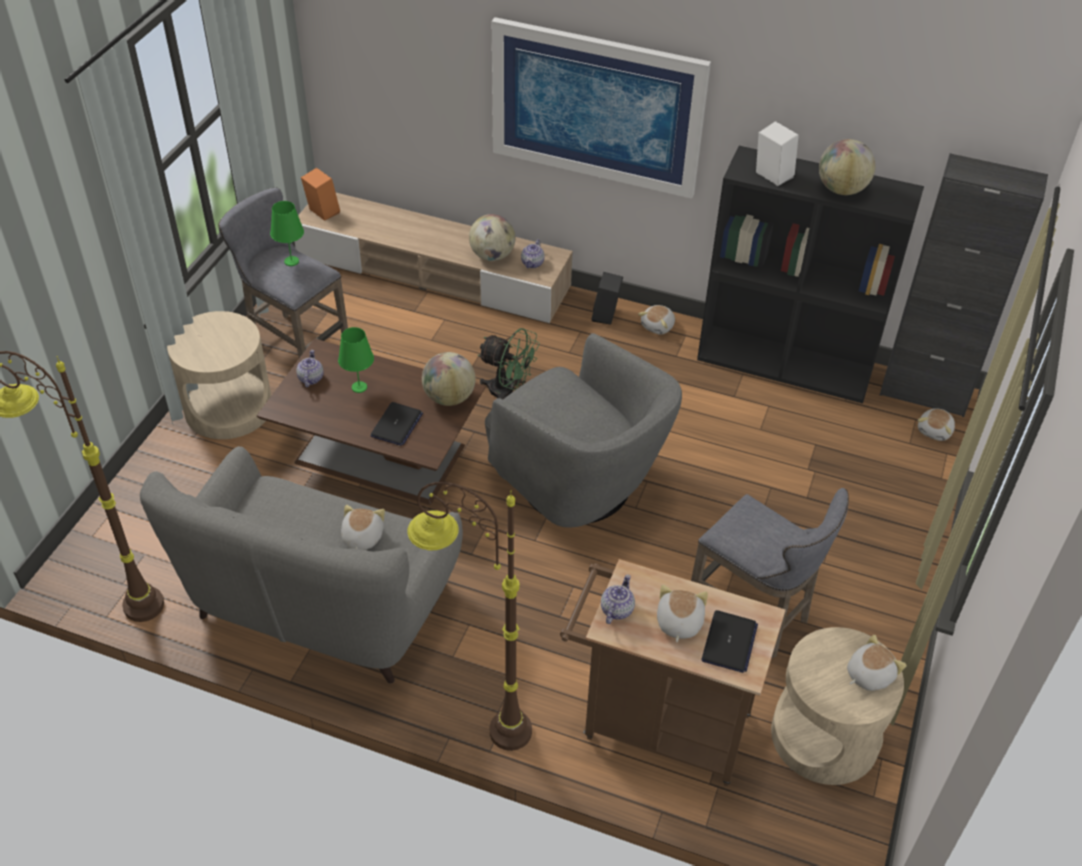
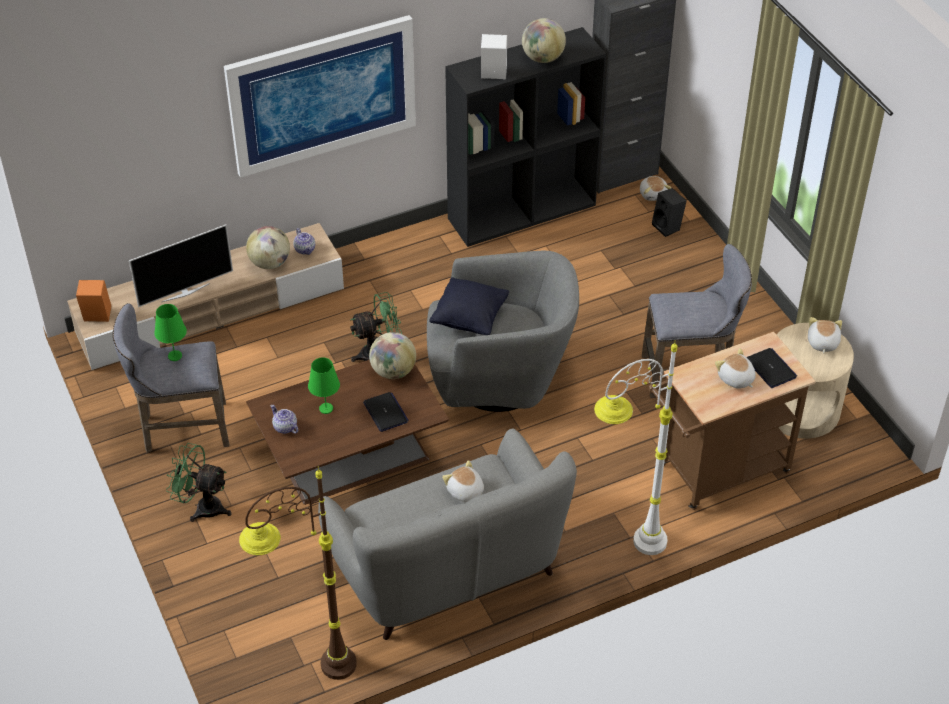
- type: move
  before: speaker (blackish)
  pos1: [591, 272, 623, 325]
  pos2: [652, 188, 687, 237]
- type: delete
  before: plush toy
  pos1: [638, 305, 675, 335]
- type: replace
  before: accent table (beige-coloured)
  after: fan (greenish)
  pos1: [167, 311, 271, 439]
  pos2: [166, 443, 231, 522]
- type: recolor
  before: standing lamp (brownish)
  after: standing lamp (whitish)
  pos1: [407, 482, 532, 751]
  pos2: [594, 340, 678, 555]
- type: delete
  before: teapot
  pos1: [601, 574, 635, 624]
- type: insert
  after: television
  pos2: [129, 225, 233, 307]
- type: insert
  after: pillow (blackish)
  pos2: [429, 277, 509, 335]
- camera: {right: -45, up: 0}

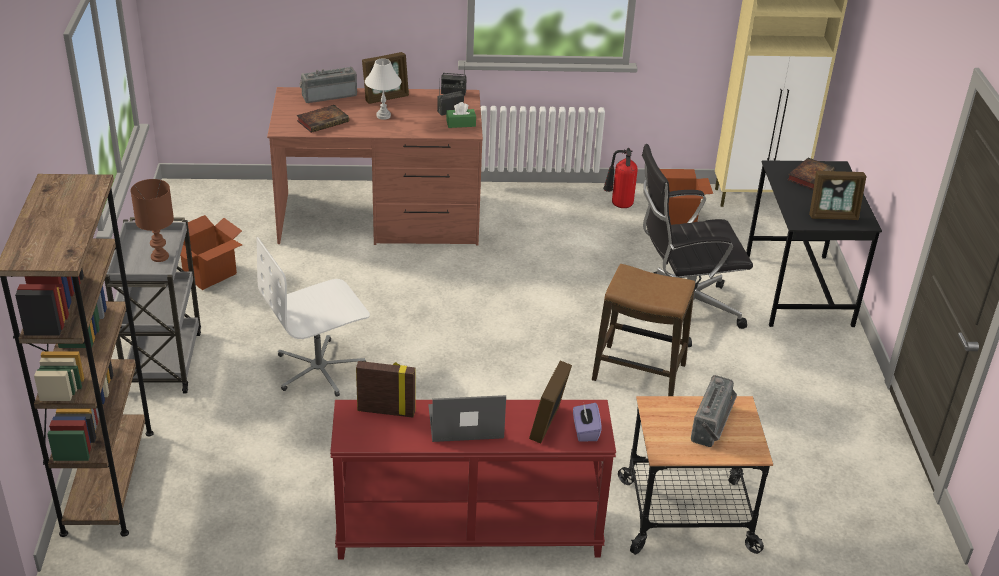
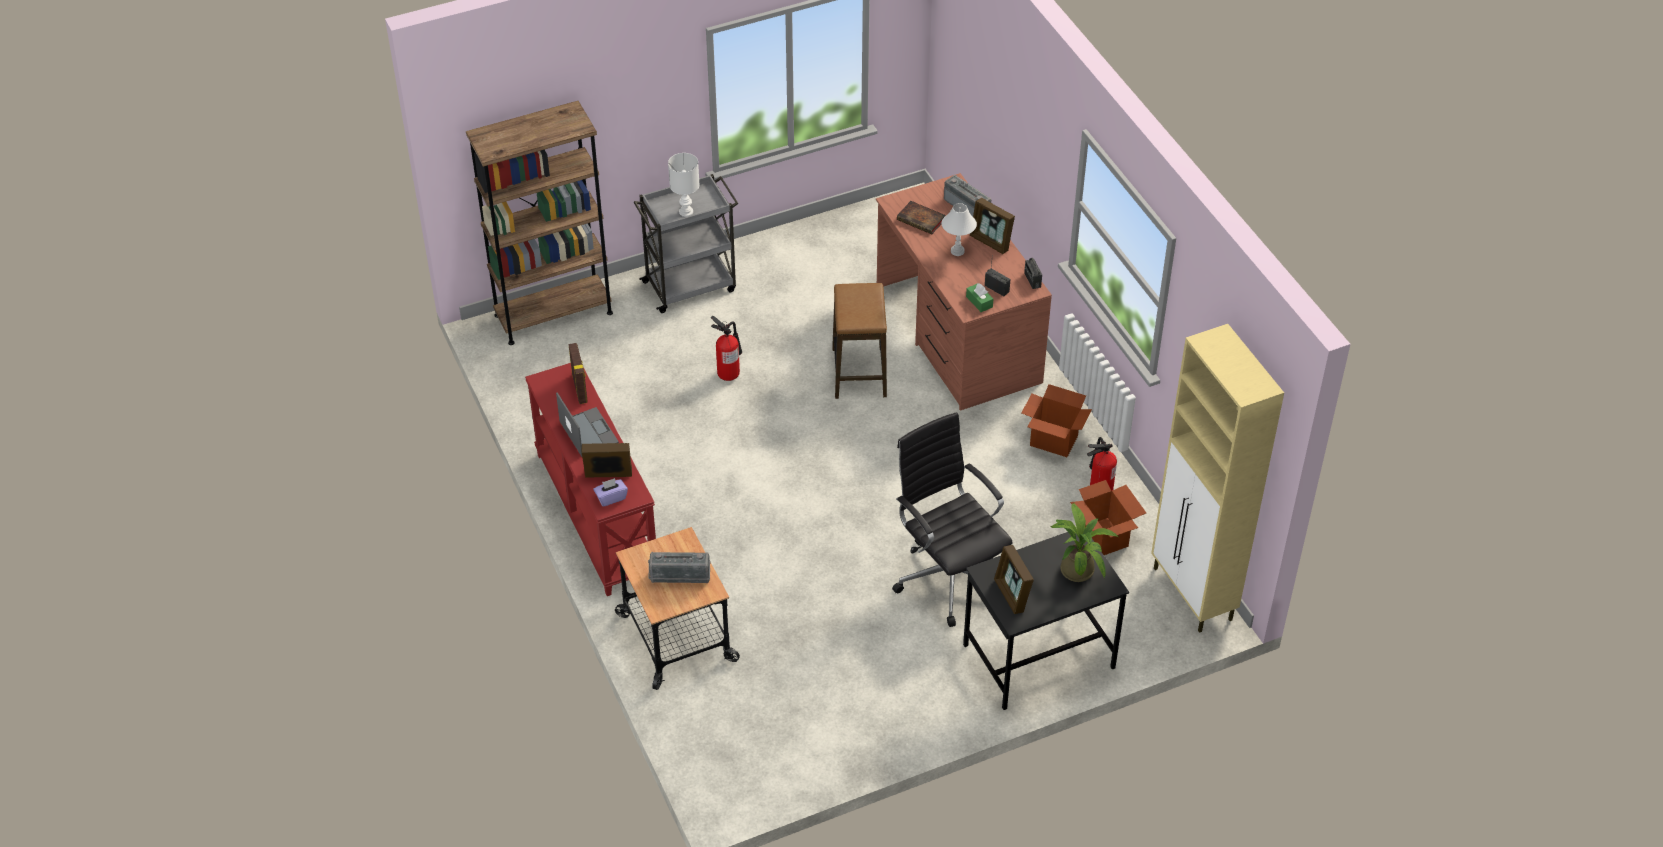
- type: replace
  before: volume
  after: potted plant
  pos1: [787, 158, 835, 189]
  pos2: [1050, 503, 1118, 582]
- type: recolor
  before: lamp for a table (brownish)
  after: lamp for a table (whitish)
  pos1: [130, 179, 174, 262]
  pos2: [668, 153, 700, 217]
- type: move
  before: carton
  pos1: [181, 215, 242, 290]
  pos2: [1022, 384, 1092, 457]
- type: replace
  before: desk chair (whitish)
  after: fire-fighting cylinder
  pos1: [257, 237, 370, 397]
  pos2: [711, 316, 742, 381]
- type: move
  before: sitting stool
  pos1: [592, 264, 695, 396]
  pos2: [832, 283, 887, 399]
- camera: {right: 70, up: 10}

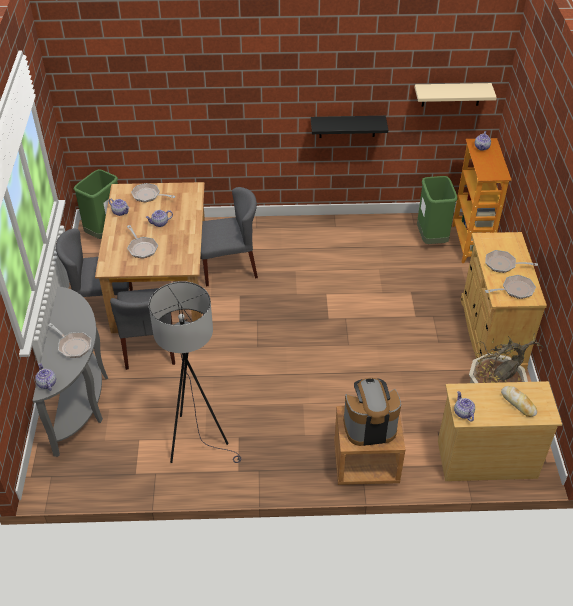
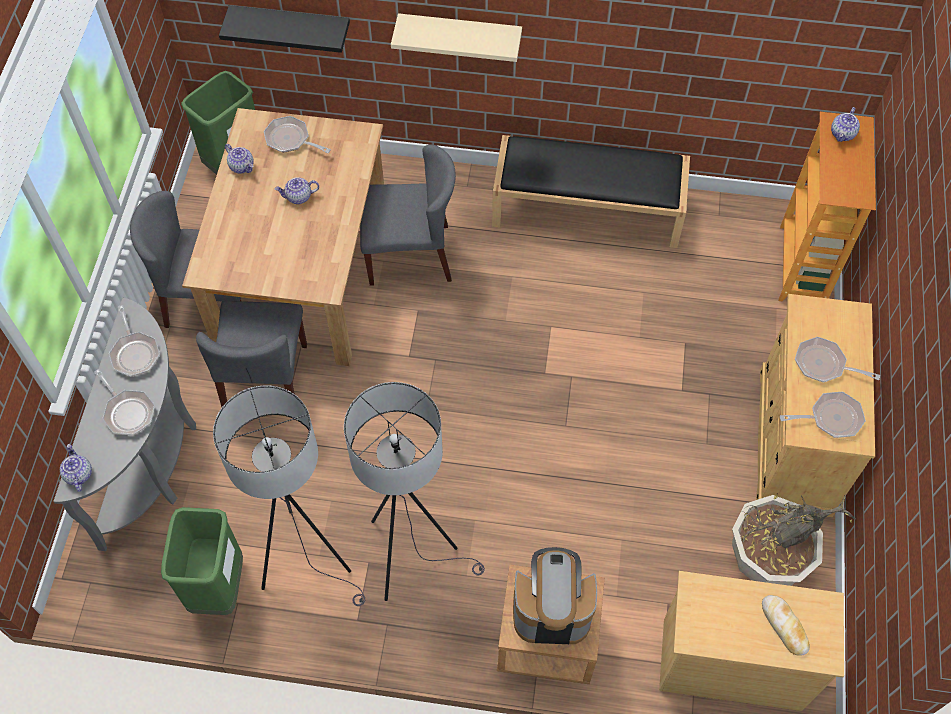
- type: move
  before: shelf (beige-coloured)
  pos1: [414, 83, 497, 107]
  pos2: [391, 13, 522, 62]
- type: move
  before: shelf (blackish)
  pos1: [311, 116, 388, 138]
  pos2: [219, 5, 350, 53]
- type: move
  before: waste bin (greenish)
  pos1: [417, 176, 458, 244]
  pos2: [161, 507, 243, 615]
- type: move
  before: skillet
  pos1: [127, 225, 158, 259]
  pos2: [109, 305, 160, 377]
- type: delete
  before: teapot
  pos1: [454, 391, 475, 422]
- type: insert
  after: bench (blackish)
  pos2: [492, 135, 690, 248]
- type: insert
  after: standing lamp (greyish)
  pos2: [344, 382, 485, 601]
- camera: {right: 10, up: 15}

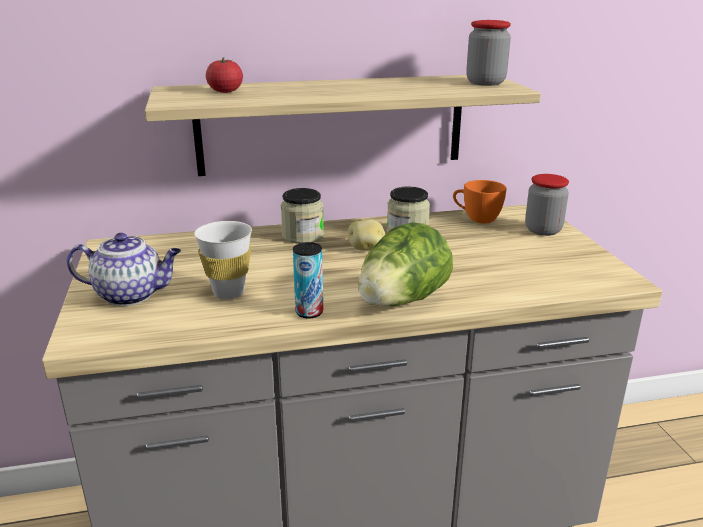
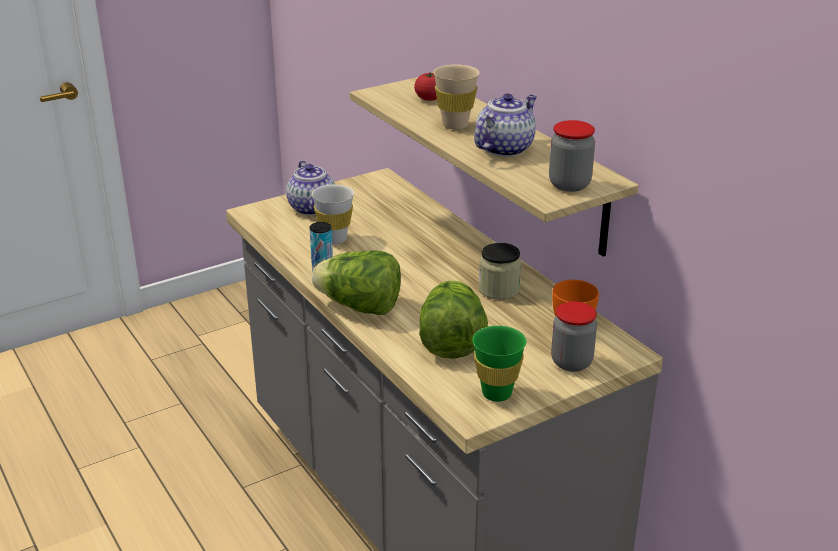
- type: delete
  before: jar
  pos1: [281, 188, 324, 244]
- type: delete
  before: spud
  pos1: [347, 219, 385, 250]
- type: insert
  after: cup (beige-coloured)
  pos2: [433, 65, 480, 130]
- type: insert
  after: teapot
  pos2: [474, 93, 537, 157]
- type: insert
  after: lettuce
  pos2: [419, 280, 488, 359]
- type: insert
  after: cup (greenish)
  pos2: [472, 326, 526, 402]
- camera: {right: 70, up: 5}

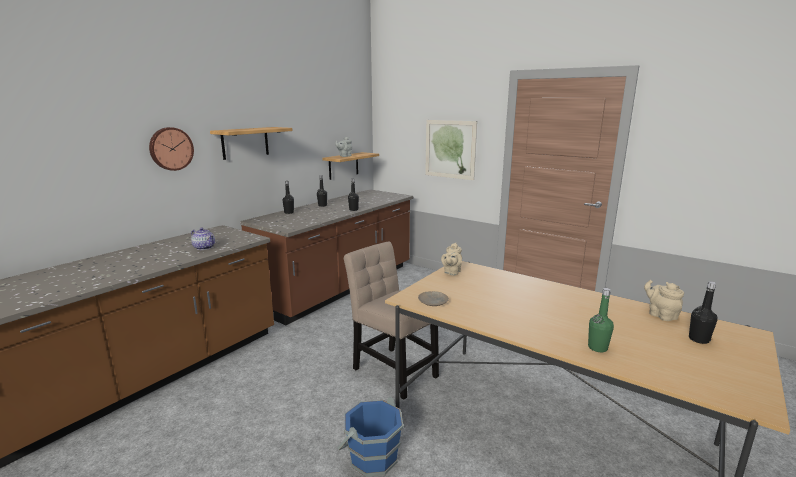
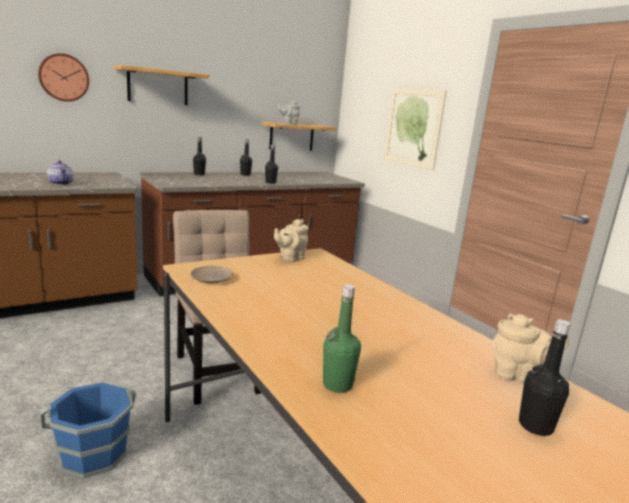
- type: rotate
  before: teapot (beige-coloured)
  pos1: [644, 280, 684, 321]
  pos2: [492, 314, 569, 382]
  turn: 105
- camera: {right: 20, up: 0}

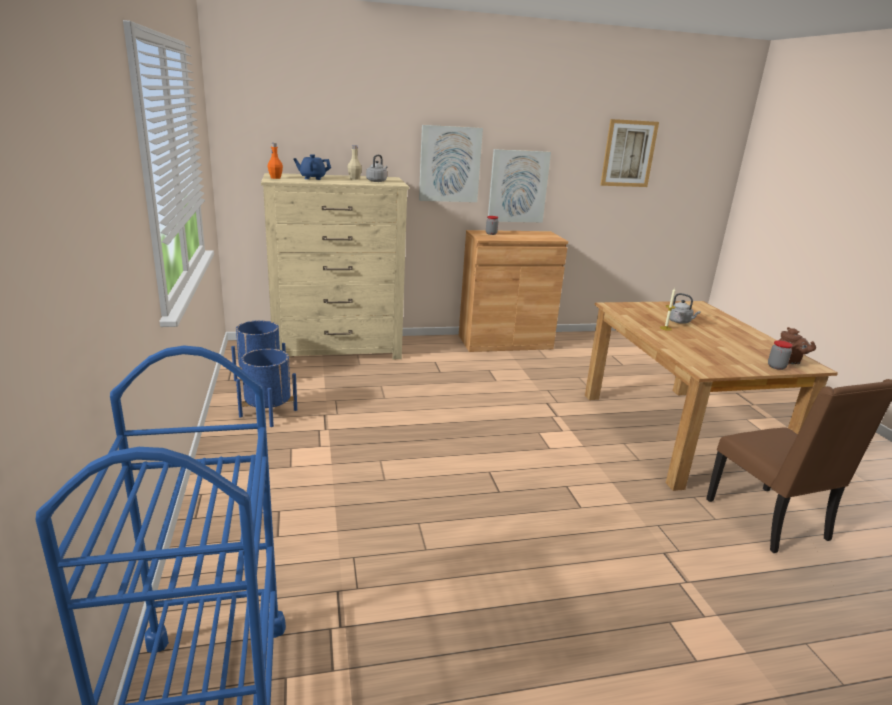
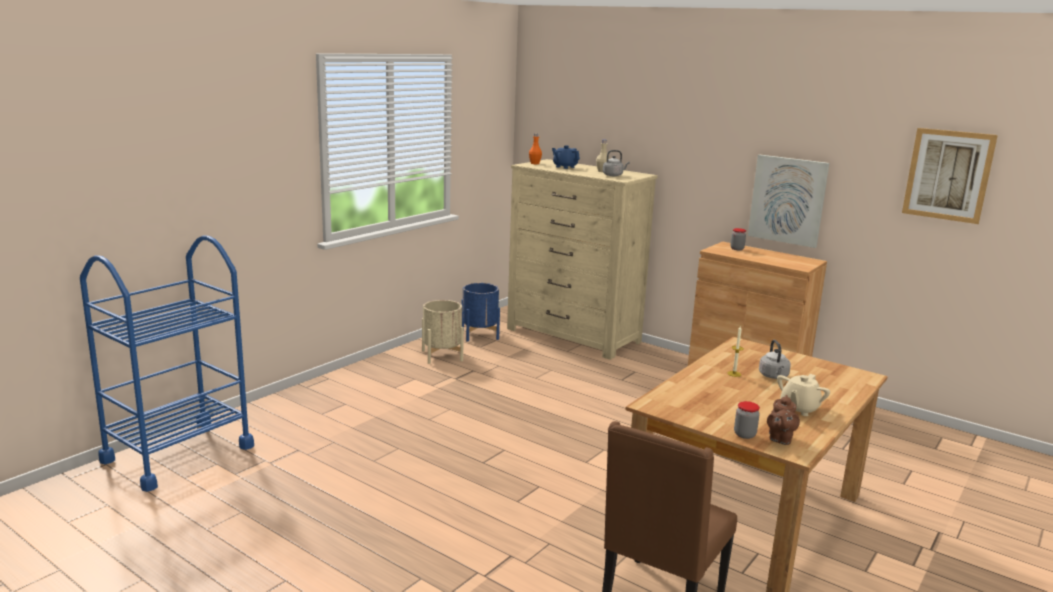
- type: delete
  before: picture
  pos1: [419, 125, 483, 202]
- type: recolor
  before: plant pot (blue-coloured)
  after: plant pot (beige-coloured)
  pos1: [236, 349, 297, 427]
  pos2: [422, 300, 464, 364]
- type: insert
  after: teapot (beige-coloured)
  pos2: [777, 374, 830, 416]
- camera: {right: 50, up: -5}

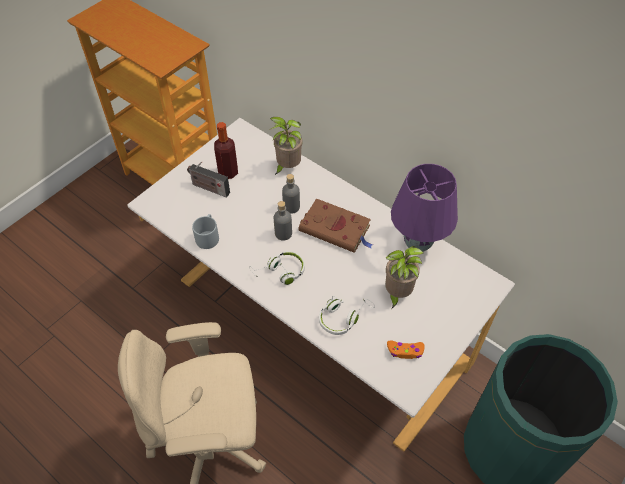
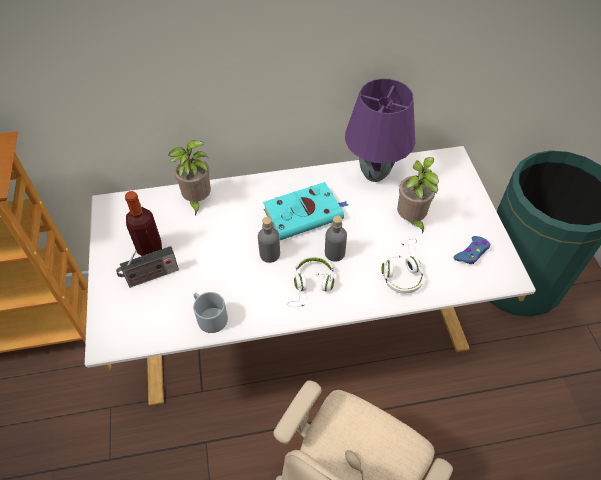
- type: move
  before: beverage bottle (greyish)
  pos1: [282, 174, 300, 214]
  pos2: [325, 216, 347, 262]
- type: recolor
  before: volume (brownish)
  after: volume (turquoise-coloured)
  pos1: [299, 198, 373, 253]
  pos2: [263, 182, 348, 240]
- type: recolor
  before: gamepad (orangey)
  after: gamepad (blue-coloured)
  pos1: [387, 341, 424, 359]
  pos2: [453, 236, 490, 264]
- camera: {right: -50, up: 0}

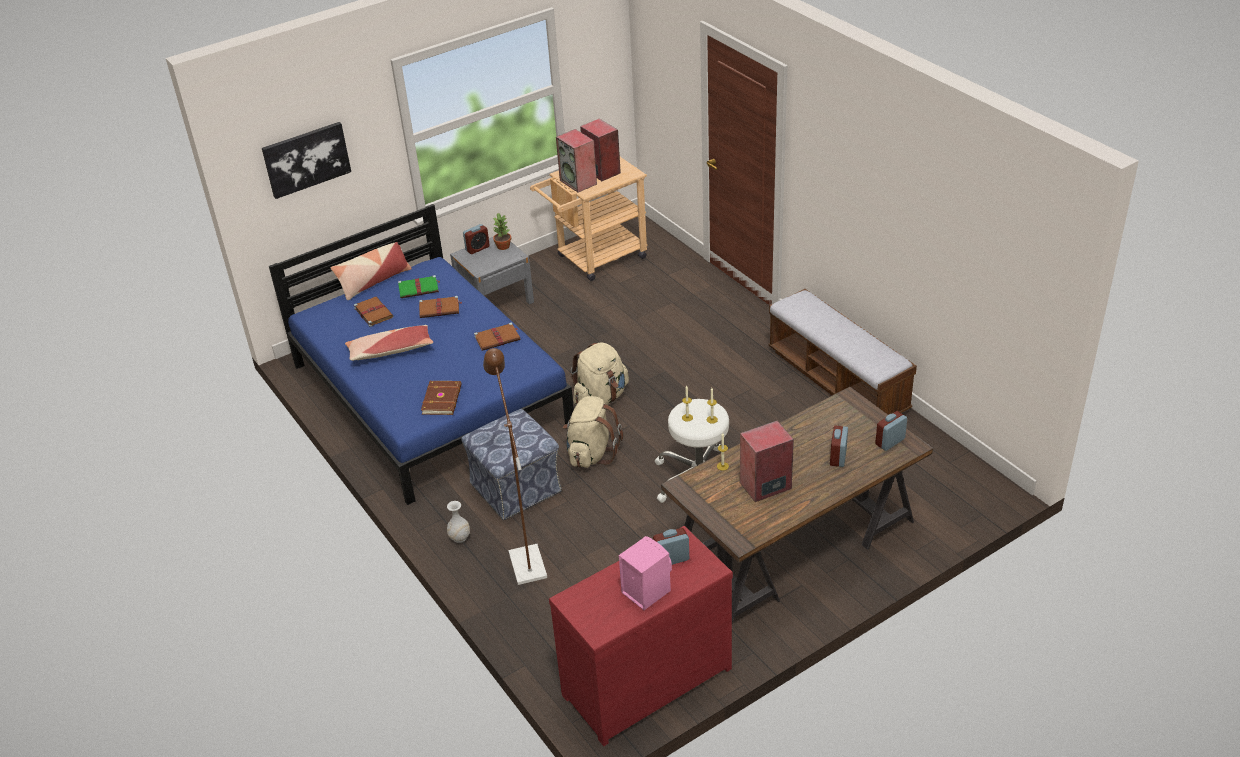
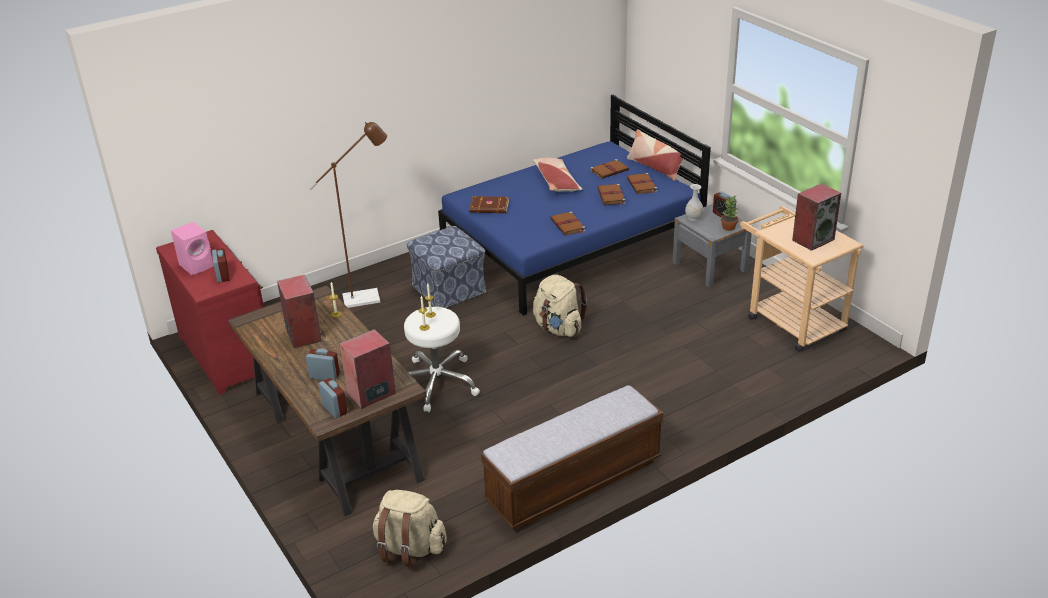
- type: delete
  before: picture
  pos1: [262, 122, 351, 199]
- type: move
  before: speaker
  pos1: [556, 129, 597, 192]
  pos2: [339, 329, 396, 409]
- type: recolor
  before: volume (greenish)
  after: volume (brownish)
  pos1: [398, 275, 440, 298]
  pos2: [627, 173, 658, 194]
- type: move
  before: rucksack (beige-coloured)
  pos1: [563, 396, 623, 468]
  pos2: [372, 490, 447, 567]
- type: move
  before: vase (whitish)
  pos1: [447, 501, 470, 543]
  pos2: [685, 184, 704, 221]
- camera: {right: 90, up: -5}

